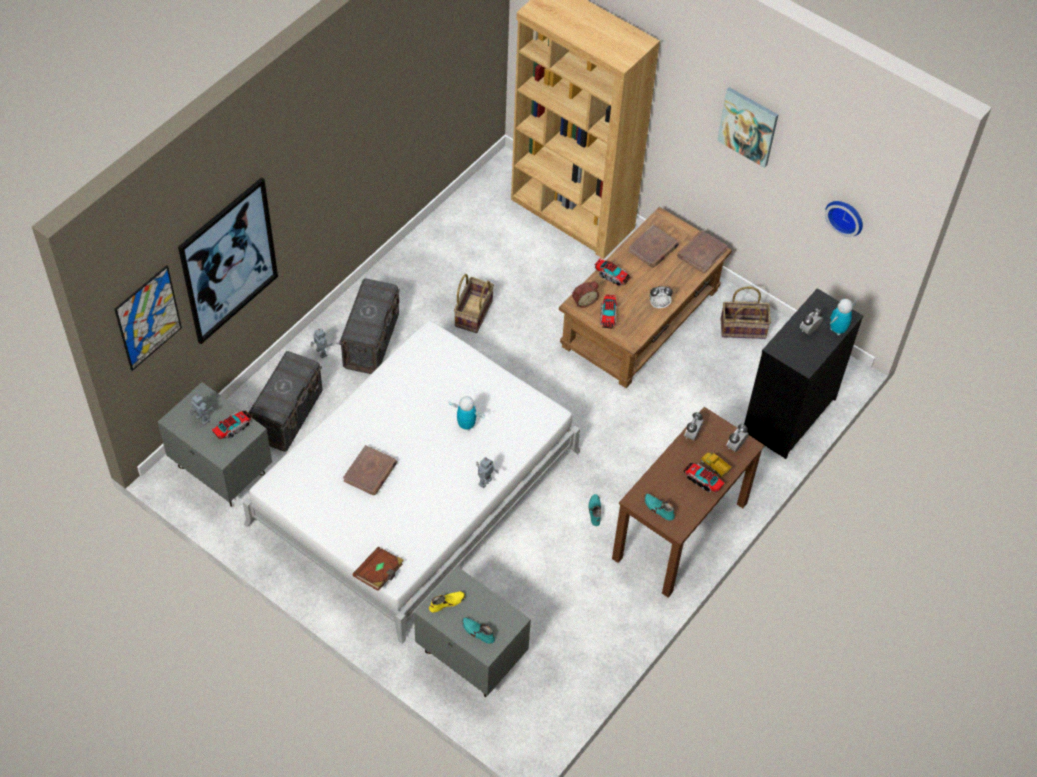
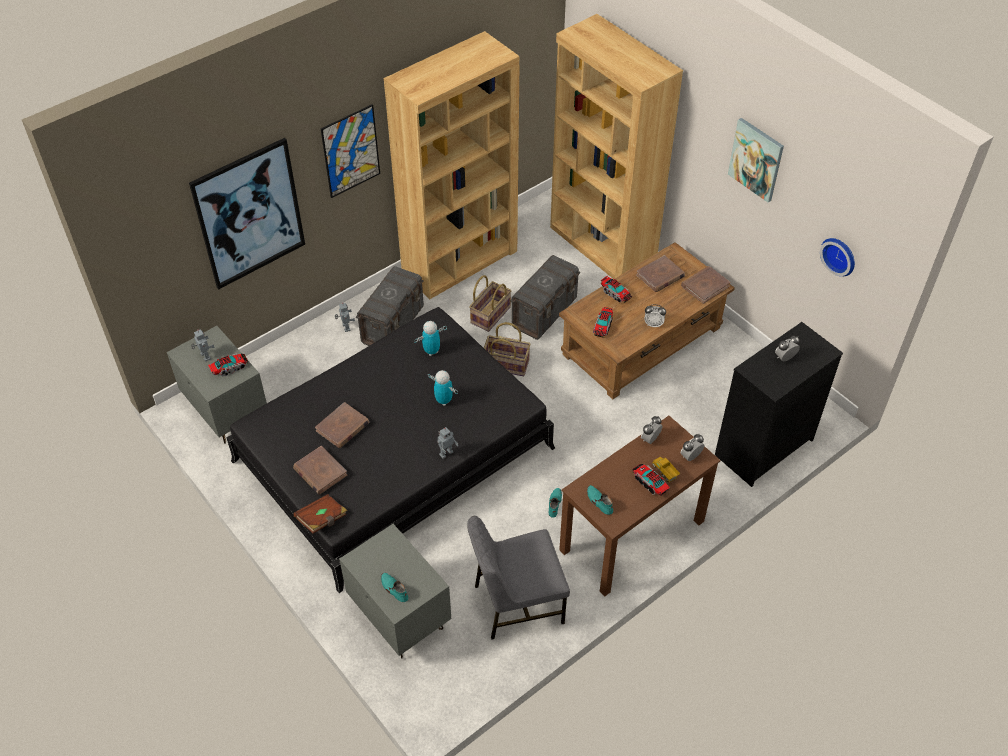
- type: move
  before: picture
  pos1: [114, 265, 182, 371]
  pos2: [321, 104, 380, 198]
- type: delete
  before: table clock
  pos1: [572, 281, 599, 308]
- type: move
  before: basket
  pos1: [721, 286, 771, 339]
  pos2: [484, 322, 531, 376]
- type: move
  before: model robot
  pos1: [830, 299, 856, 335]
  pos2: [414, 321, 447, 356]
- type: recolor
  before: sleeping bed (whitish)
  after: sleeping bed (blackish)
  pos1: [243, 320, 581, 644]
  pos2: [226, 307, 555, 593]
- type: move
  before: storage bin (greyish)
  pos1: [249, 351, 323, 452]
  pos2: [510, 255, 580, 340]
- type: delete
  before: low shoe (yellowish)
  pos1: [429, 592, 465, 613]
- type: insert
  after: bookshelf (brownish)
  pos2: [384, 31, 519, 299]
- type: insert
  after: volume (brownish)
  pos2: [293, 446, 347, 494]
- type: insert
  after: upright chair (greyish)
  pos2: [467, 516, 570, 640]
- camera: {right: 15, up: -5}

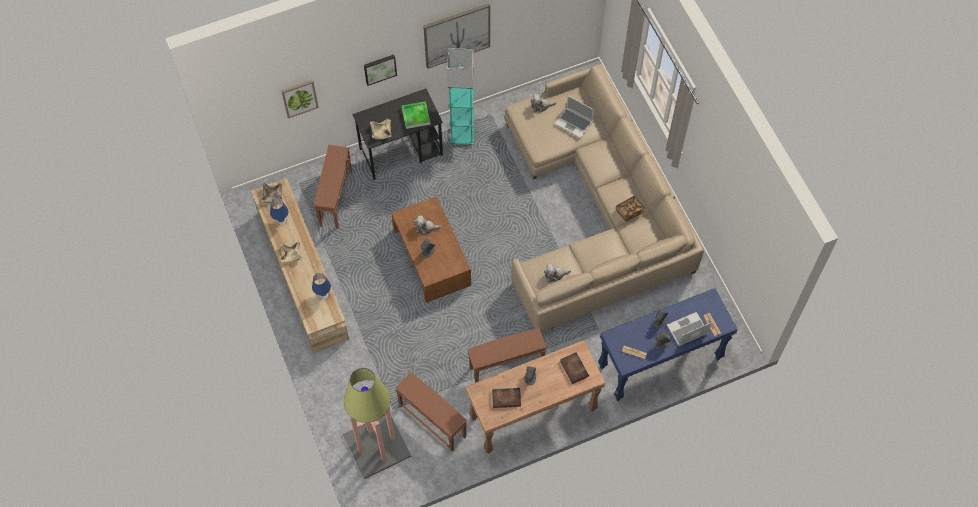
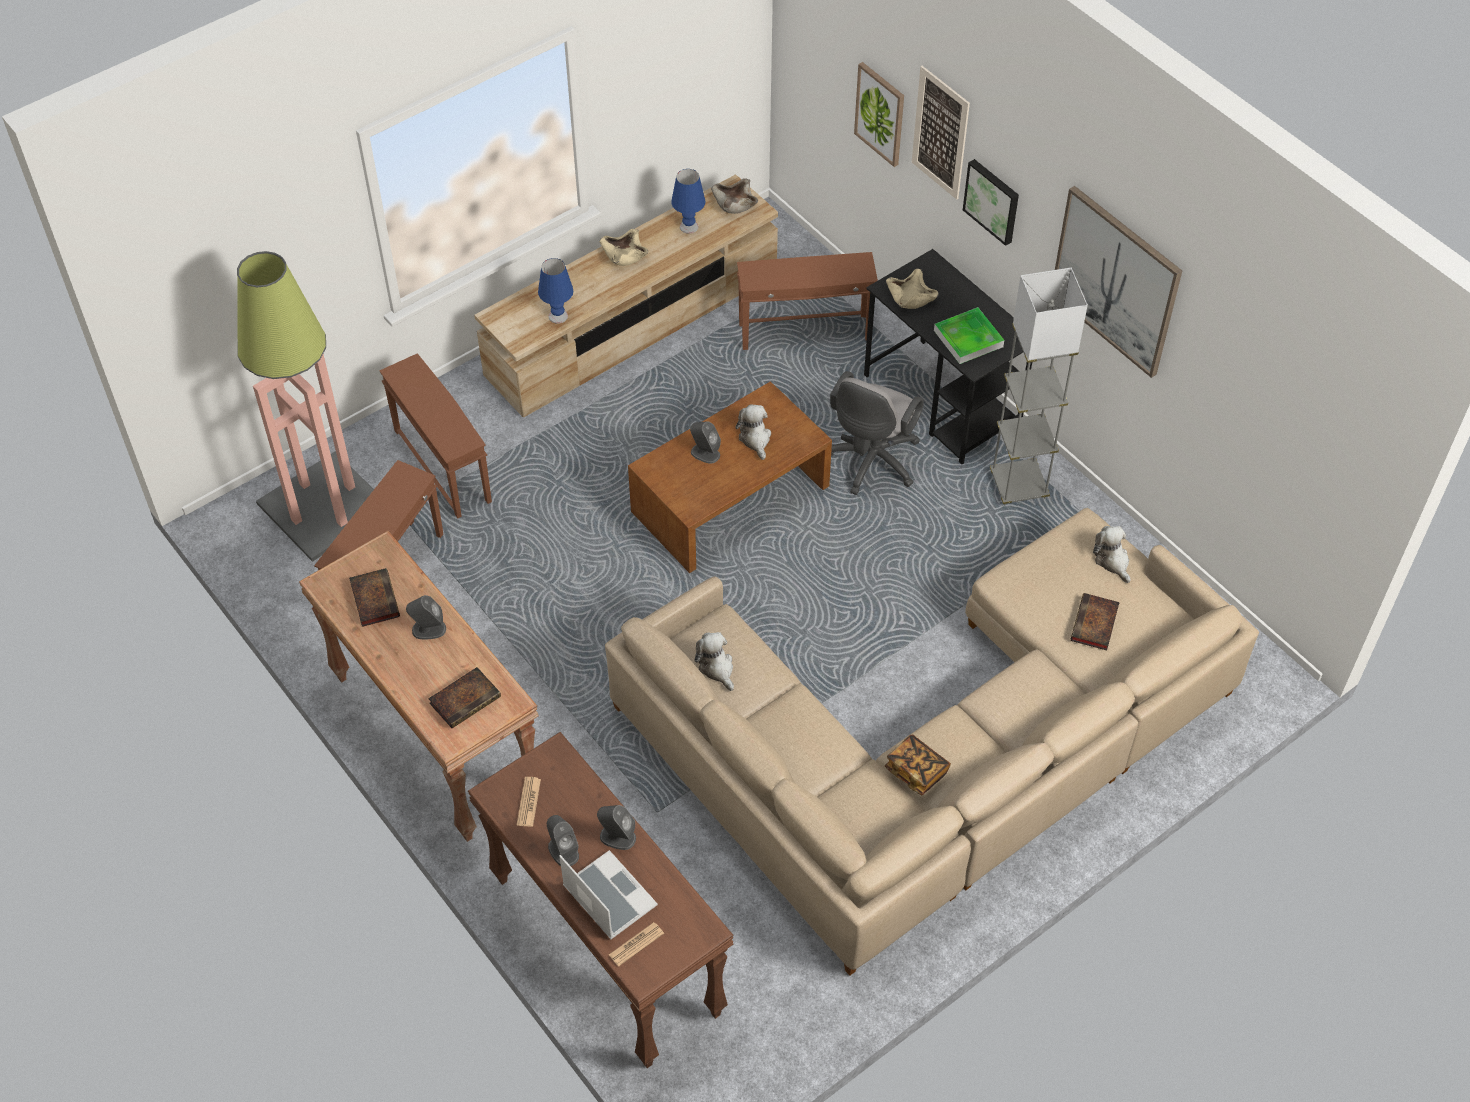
- type: recolor
  before: standing lamp (turquoise-coloured)
  after: standing lamp (greyish)
  pos1: [447, 48, 475, 145]
  pos2: [990, 268, 1088, 506]
- type: replace
  before: notebook computer
  after: volume
  pos1: [555, 96, 594, 138]
  pos2: [1071, 593, 1120, 650]
- type: recolor
  before: console table (blue-coloured)
  after: console table (brownish)
  pos1: [598, 288, 738, 401]
  pos2: [468, 732, 734, 1068]
- type: move
  before: accent table (brownish)
  pos1: [468, 328, 547, 383]
  pos2: [379, 353, 492, 518]
- type: insert
  after: picture
  pos2: [912, 66, 970, 200]
- type: insert
  after: desk chair (greyish)
  pos2: [830, 371, 924, 495]
- camera: {right: 75, up: -10}

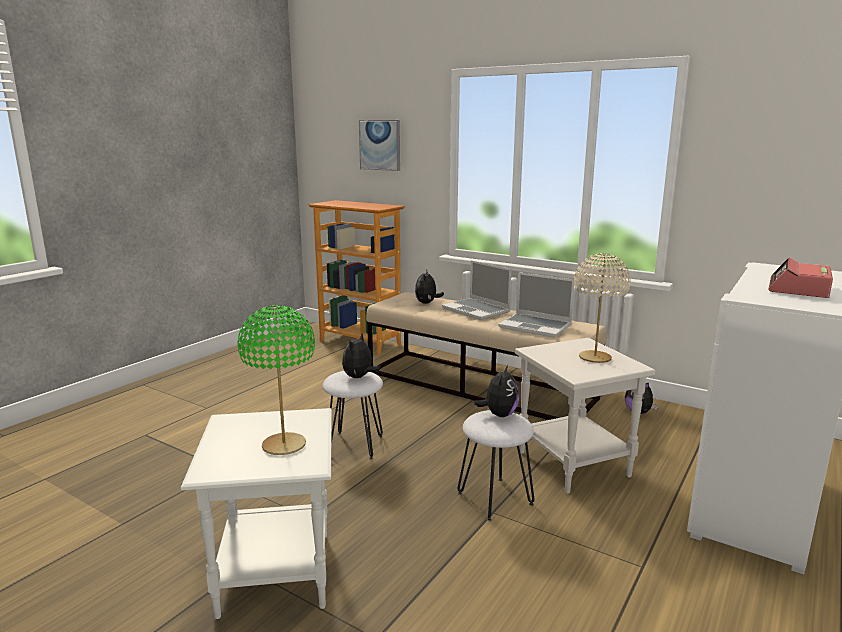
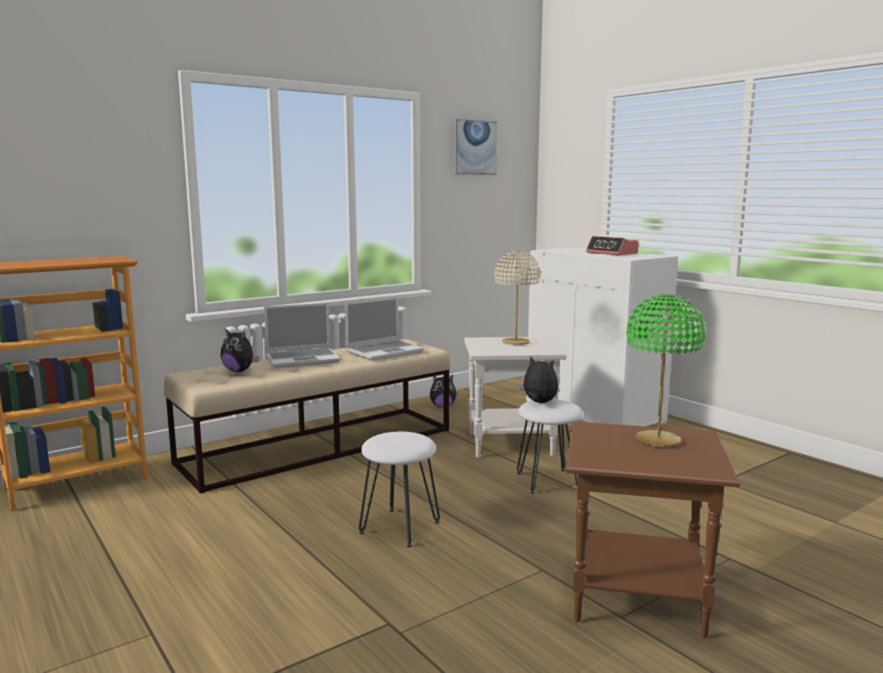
- type: move
  before: picture
  pos1: [359, 120, 400, 171]
  pos2: [454, 119, 497, 175]
- type: delete
  before: plush toy
  pos1: [342, 334, 382, 378]
- type: recolor
  before: accent table (whitish)
  after: accent table (brownish)
  pos1: [181, 408, 332, 619]
  pos2: [566, 422, 740, 638]
- camera: {right: -70, up: -5}

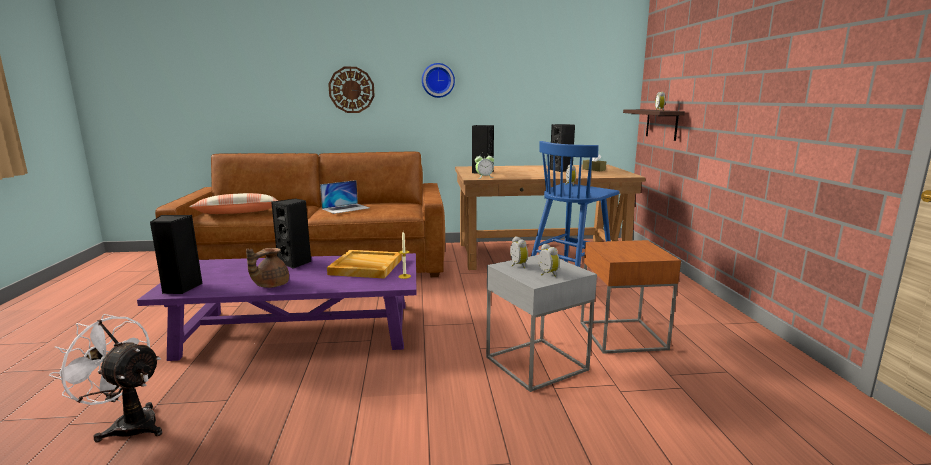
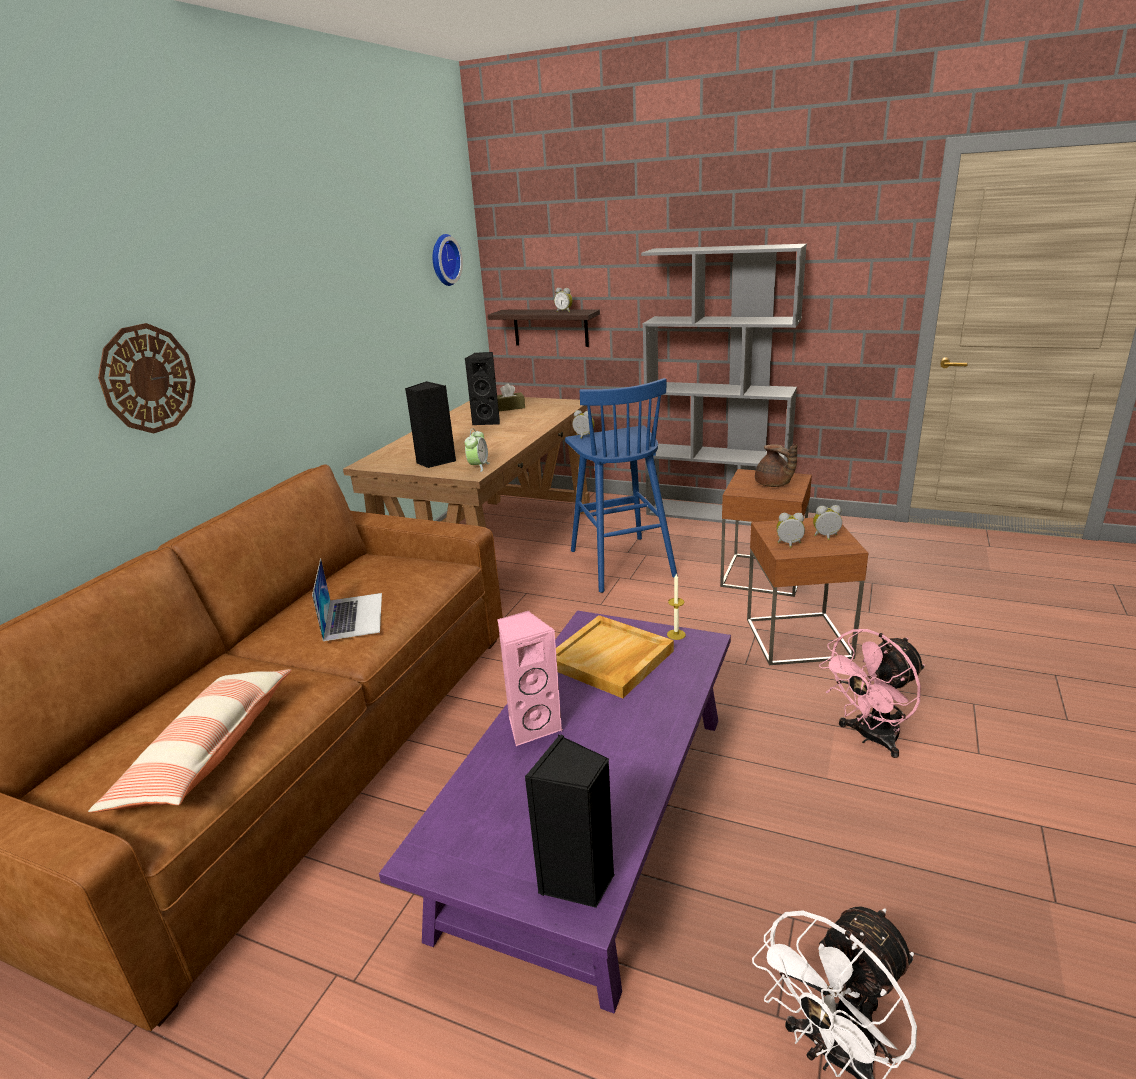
- type: move
  before: wall clock
  pos1: [422, 63, 455, 98]
  pos2: [433, 234, 463, 286]
- type: recolor
  before: speaker (blackish)
  after: speaker (pinkish)
  pos1: [271, 198, 311, 269]
  pos2: [497, 611, 563, 746]
- type: move
  before: teapot (brownish)
  pos1: [246, 248, 289, 288]
  pos2: [755, 444, 798, 487]
- type: recolor
  before: accent table (greyish)
  after: accent table (brownish)
  pos1: [486, 255, 597, 392]
  pos2: [747, 518, 868, 665]
- type: insert
  after: bookshelf (greyish)
  pos2: [641, 244, 807, 526]
- type: insert
  after: fan (pinkish)
  pos2: [819, 629, 925, 758]
- camera: {right: -60, up: 10}

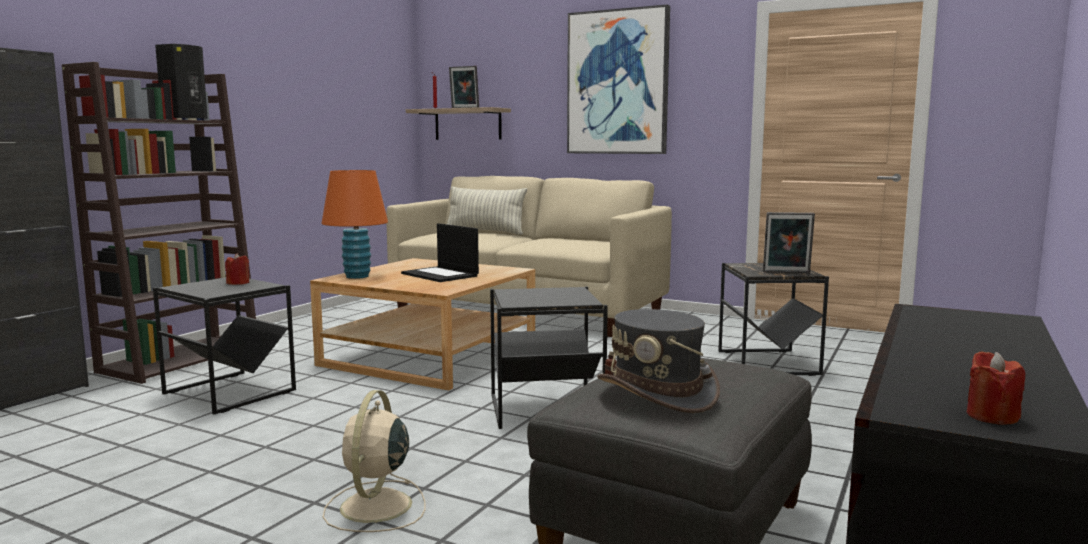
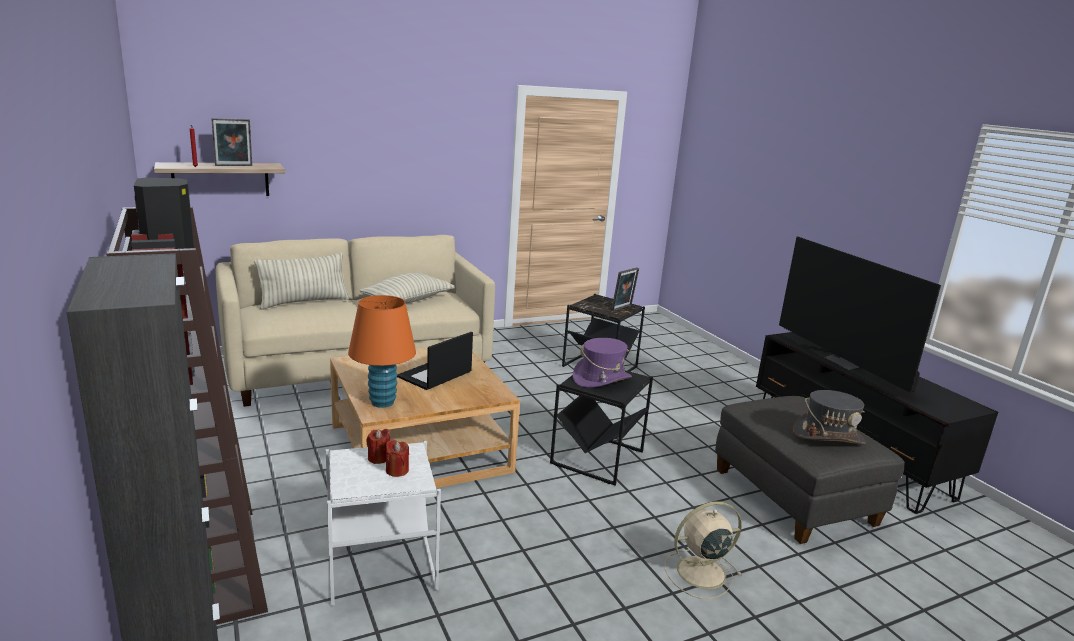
- type: delete
  before: picture
  pos1: [567, 4, 670, 154]
- type: rotate
  before: notebook computer
  pos1: [401, 223, 479, 282]
  pos2: [397, 332, 473, 390]
  turn: 135
- type: recolor
  before: accent table (blackish)
  after: accent table (whitish)
  pos1: [153, 278, 296, 414]
  pos2: [326, 441, 441, 606]
- type: move
  before: wax light (reddish)
  pos1: [967, 351, 1025, 425]
  pos2: [386, 440, 409, 477]
- type: rotate
  before: fan (beige-coloured)
  pos1: [323, 390, 425, 532]
  pos2: [665, 501, 742, 599]
  turn: 120
- type: insert
  after: television
  pos2: [779, 236, 941, 393]
- type: insert
  after: pillow
  pos2: [360, 273, 455, 304]
- type: insert
  after: wearable hat (purple)
  pos2: [573, 338, 632, 388]
- camera: {right: -55, up: 10}

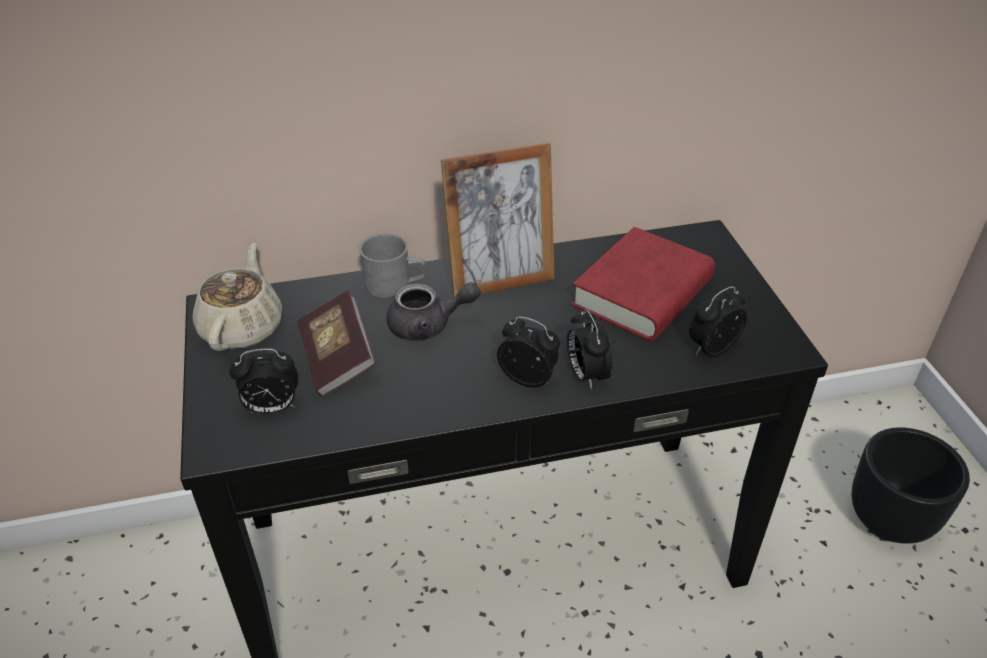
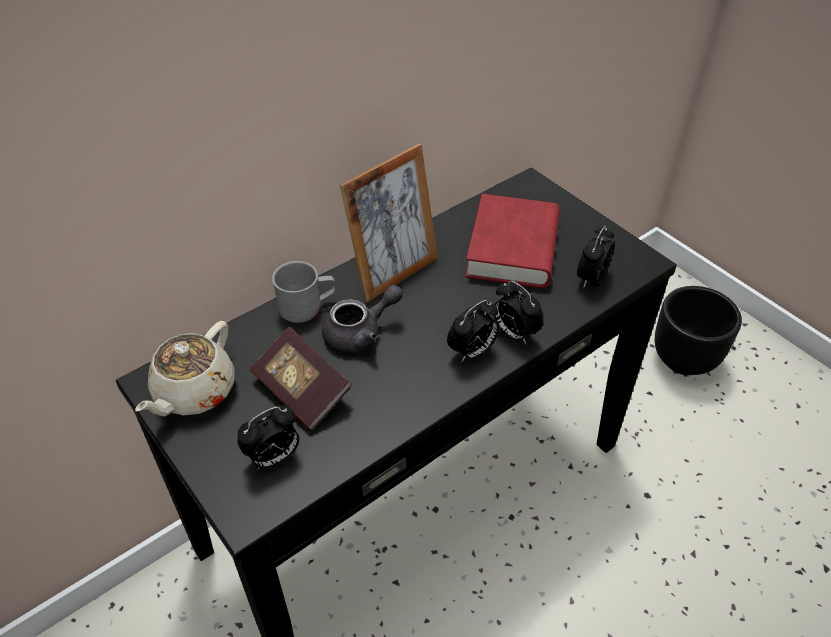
- type: rotate
  before: teapot (beige-coloured)
  pos1: [193, 243, 282, 351]
  pos2: [135, 321, 235, 416]
  turn: -135
- type: rotate
  before: table clock
  pos1: [497, 316, 560, 388]
  pos2: [447, 300, 499, 362]
  turn: 135
- camera: {right: -25, up: 5}

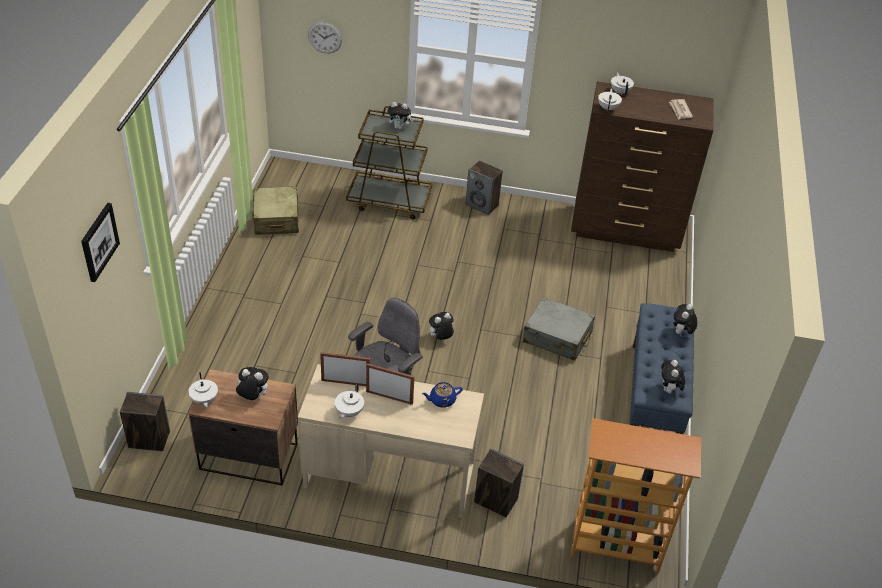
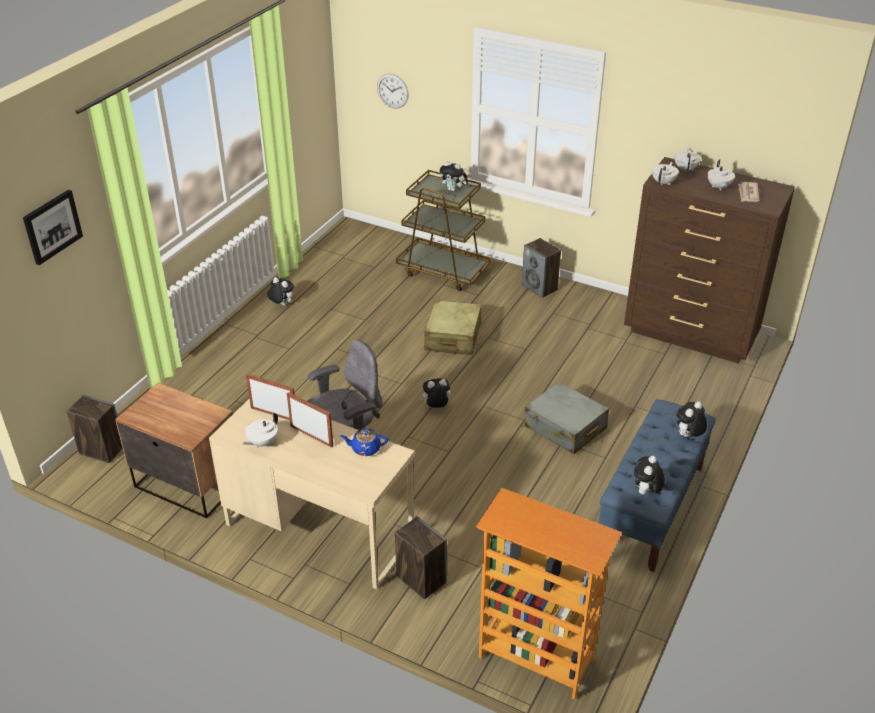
- type: move
  before: suitcase (beige-coloured)
  pos1: [252, 186, 299, 235]
  pos2: [424, 300, 481, 355]
- type: move
  before: plush toy
  pos1: [236, 367, 269, 400]
  pos2: [267, 277, 294, 306]
- type: move
  before: teapot (whitish)
  pos1: [189, 372, 218, 407]
  pos2: [708, 159, 735, 191]
- camera: {right: 20, up: -5}

